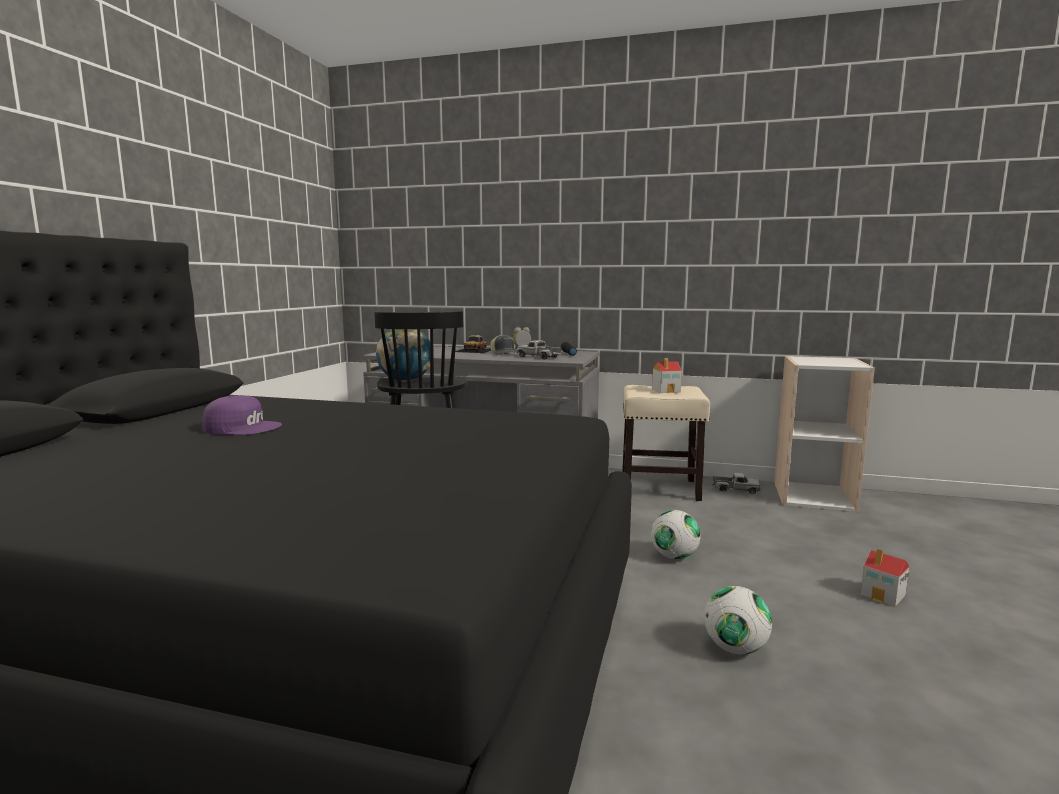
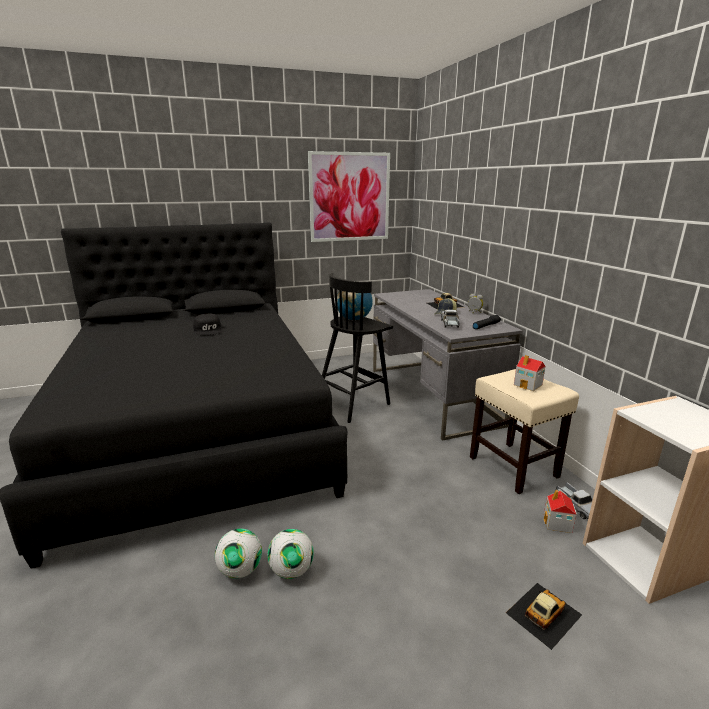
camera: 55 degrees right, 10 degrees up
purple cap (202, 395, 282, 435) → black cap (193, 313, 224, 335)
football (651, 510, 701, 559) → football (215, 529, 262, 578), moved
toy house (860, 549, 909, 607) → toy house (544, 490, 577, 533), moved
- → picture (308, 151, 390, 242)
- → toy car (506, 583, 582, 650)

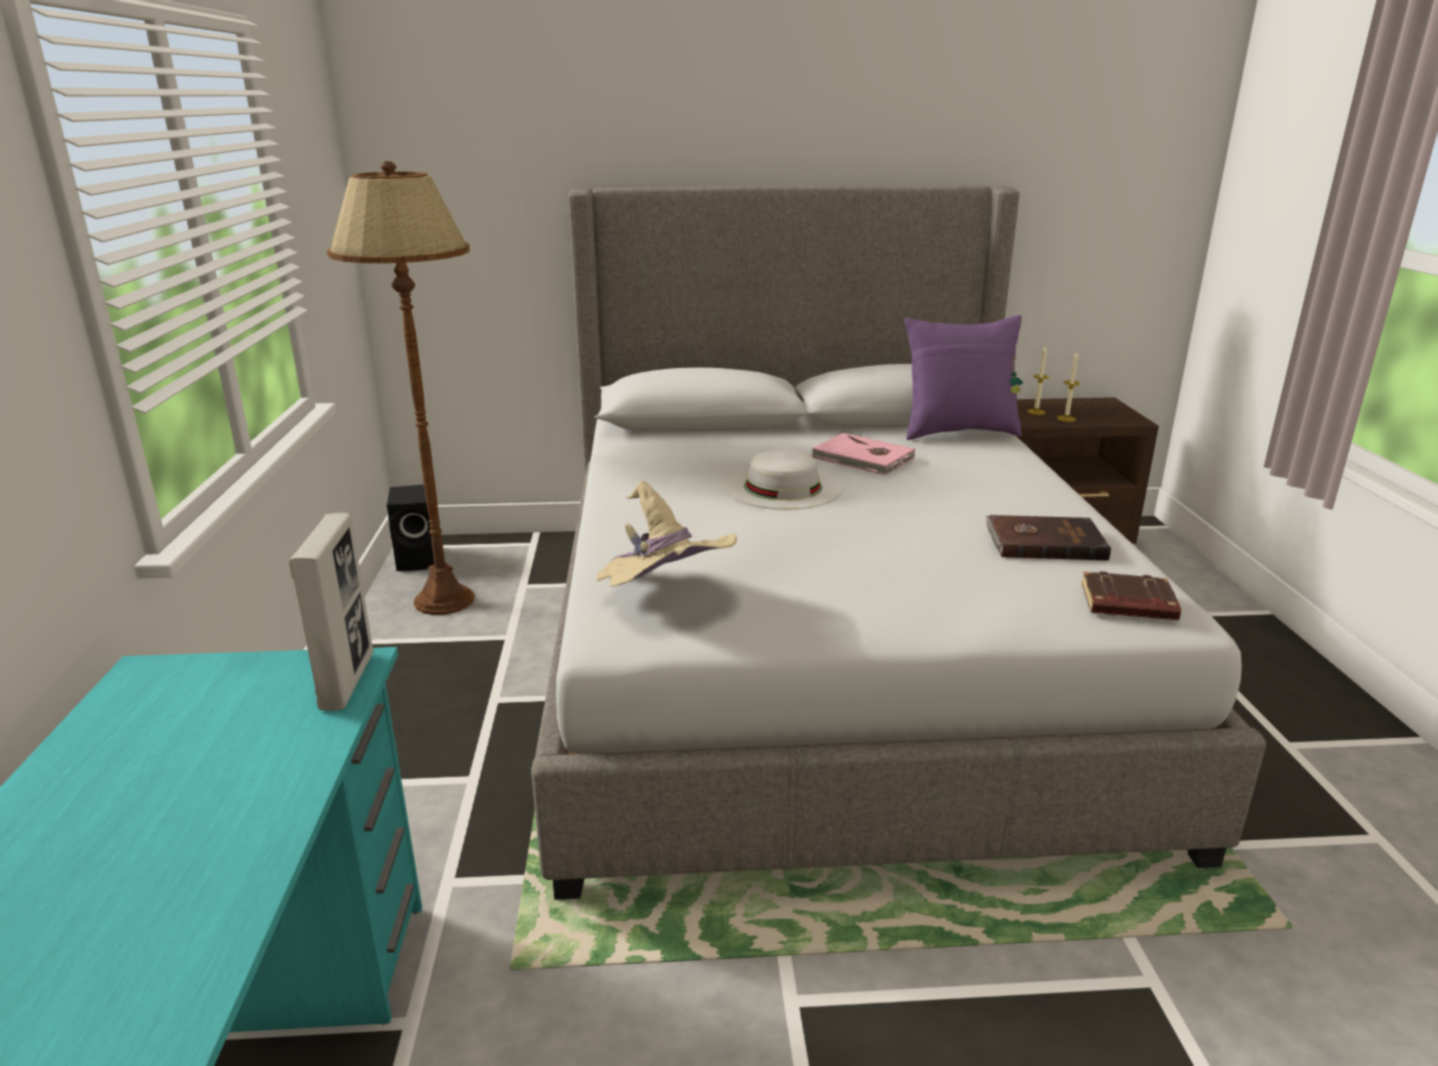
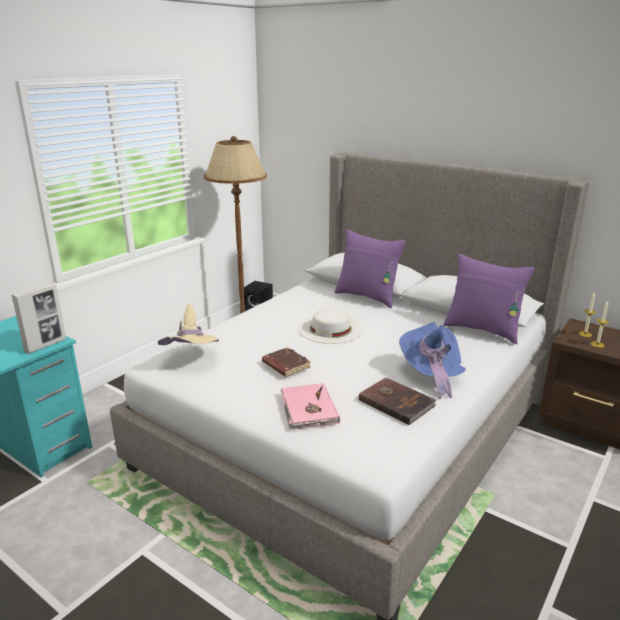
camera: 40 degrees right, 0 degrees up
pink book (811, 433, 915, 476) → pink book (281, 383, 340, 430), moved
brown book (1081, 571, 1181, 620) → brown book (262, 347, 311, 377), moved
- → purple pillow (335, 229, 405, 308)
- → blue hat (399, 322, 466, 399)

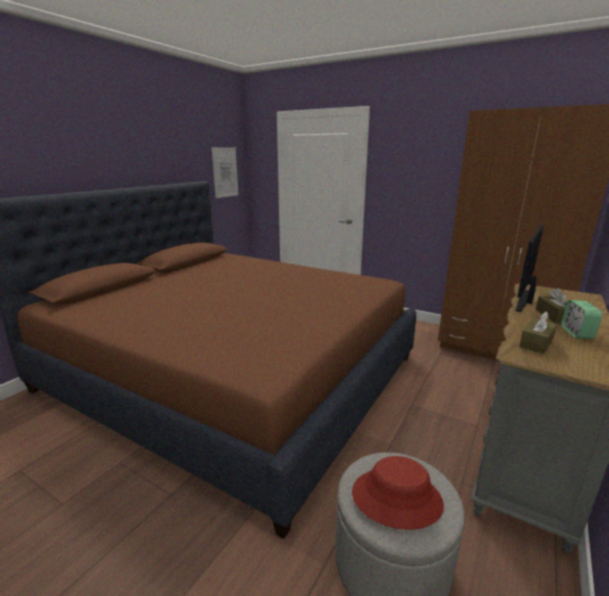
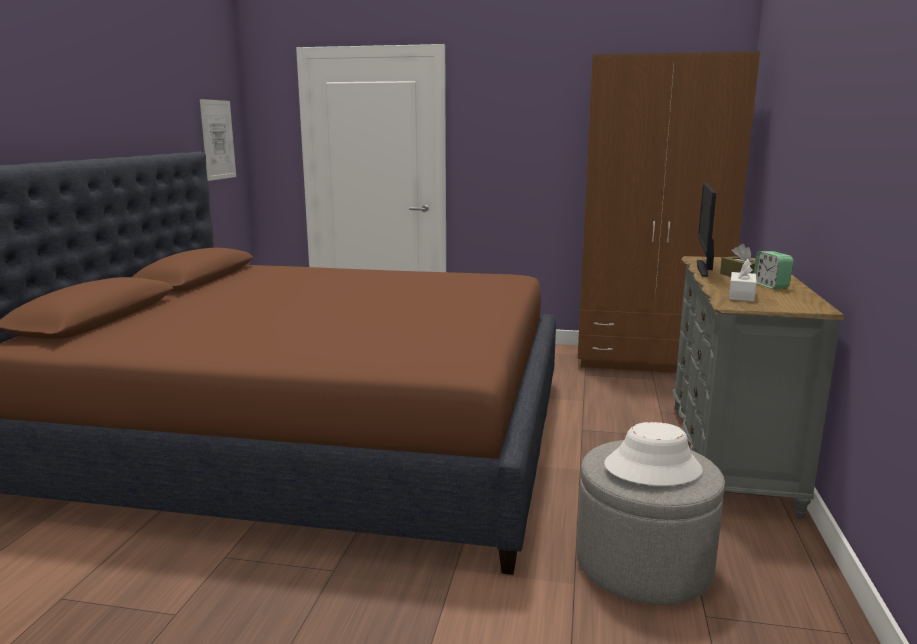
camera: 20 degrees left, 5 degrees down
brown tissue box (519, 312, 557, 354) → white tissue box (729, 259, 757, 302)
red hat (352, 456, 444, 530) → white hat (604, 422, 703, 486)

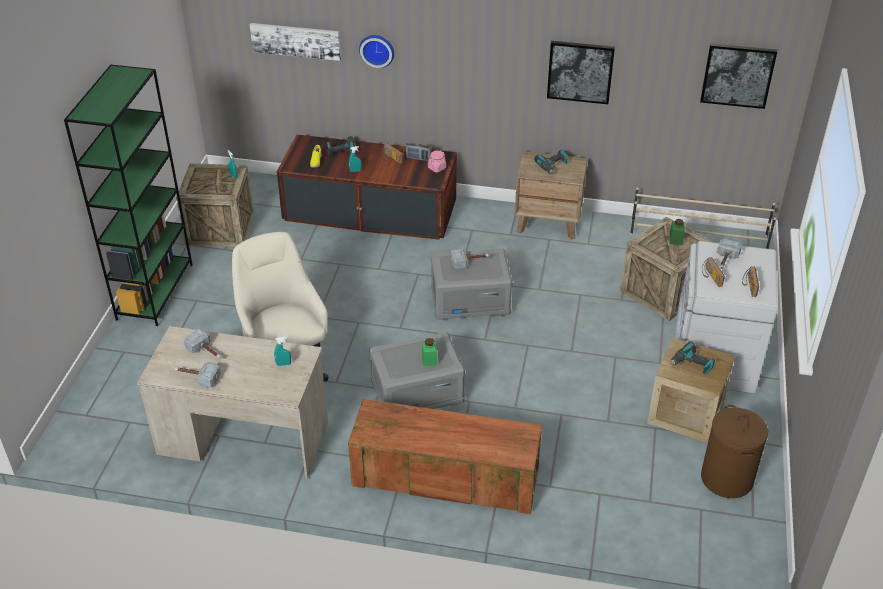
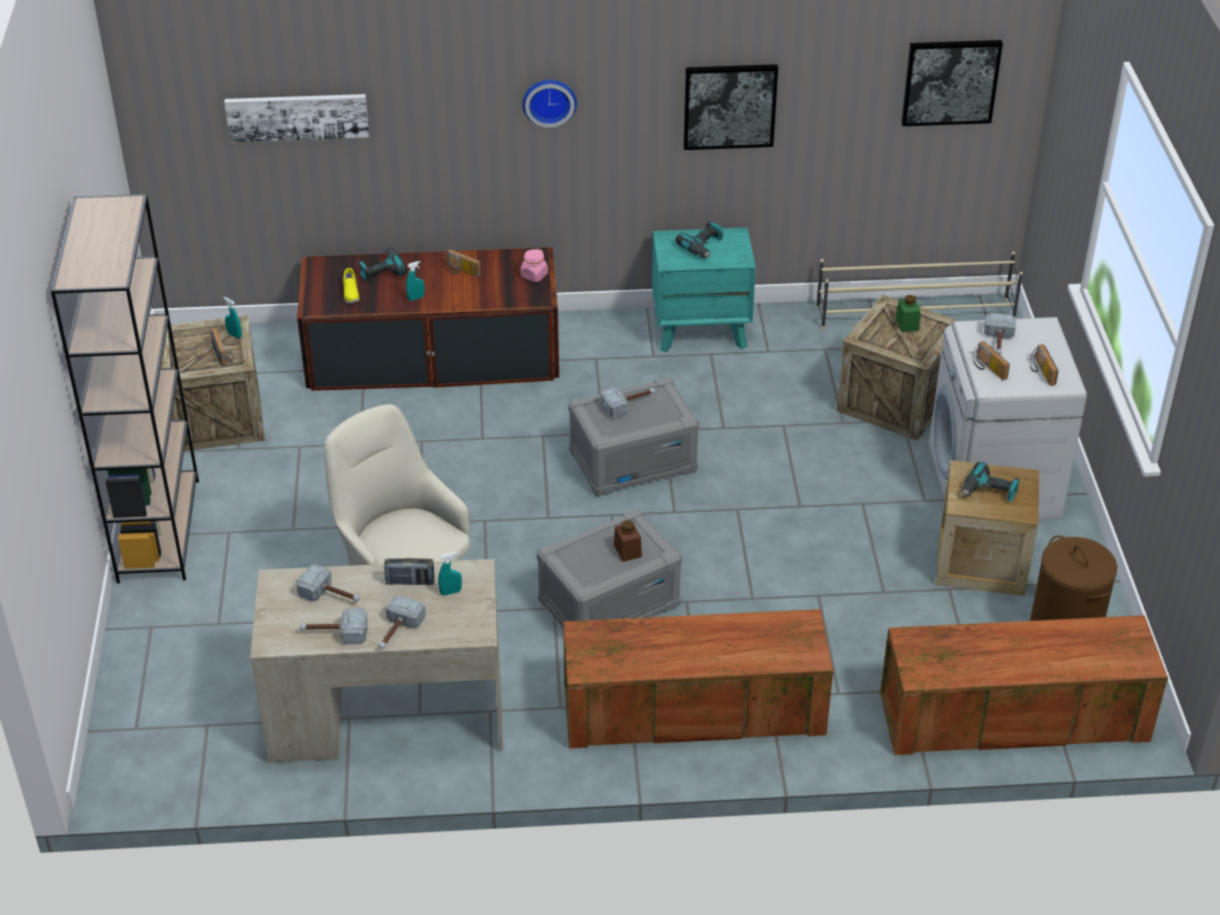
camera: 15 degrees left, 0 degrees up
wall clock (359, 35, 394, 68) → wall clock (522, 80, 577, 128), moved
green bookcase (64, 65, 193, 326) → beige bookcase (51, 194, 199, 583)
radio (406, 143, 432, 161) → radio (384, 558, 434, 585), moved
brown nightstand (515, 151, 588, 240) → turquoise nightstand (652, 227, 756, 353)
green jar (422, 338, 437, 366) → brown jar (614, 520, 642, 562)
- → hammer (378, 595, 426, 649)
- → brown bench (880, 615, 1168, 755)

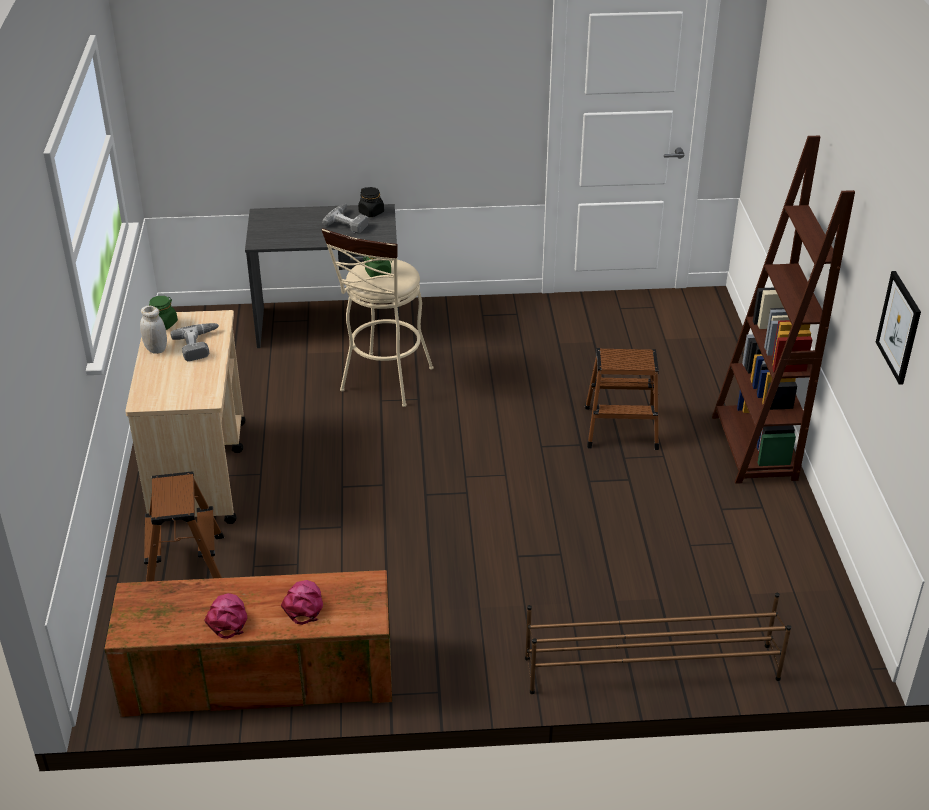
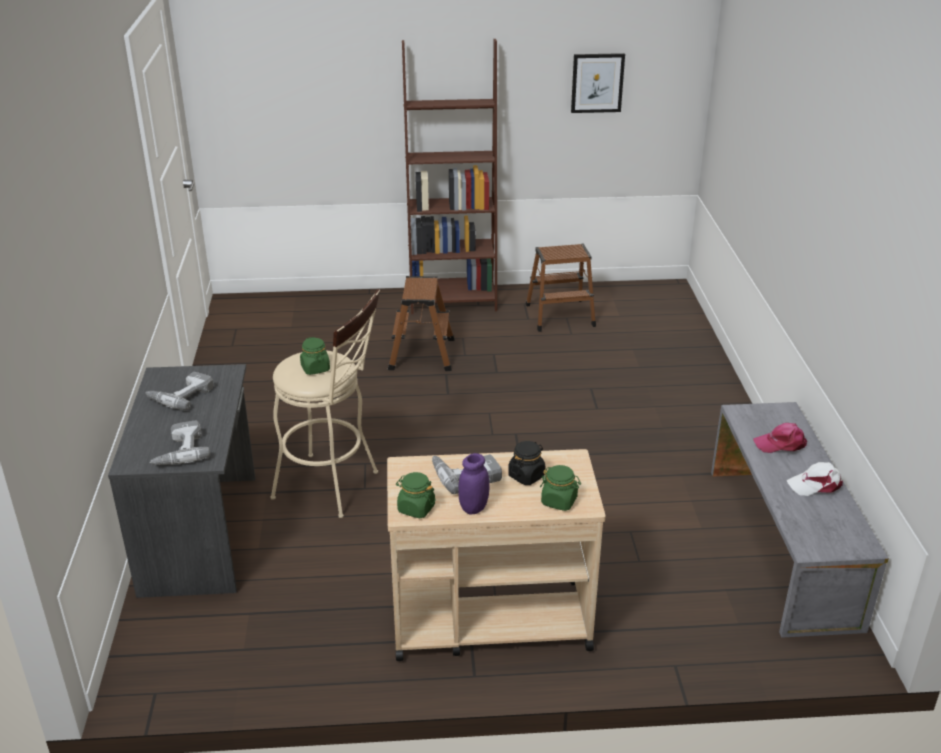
camera: 90 degrees left, 5 degrees down
black jar (358, 187, 384, 217) → black jar (508, 441, 545, 485), moved
white jar (140, 306, 167, 354) → purple jar (458, 453, 490, 515)
brown step ladder (144, 471, 224, 582) → brown step ladder (525, 244, 596, 332), moved
brown bench (104, 570, 392, 717) → grey bench (711, 402, 889, 638)
pink cap (204, 593, 247, 639) → white cap (787, 462, 843, 496)
brown shoe rack (525, 593, 791, 694) → -
- → power drill (150, 420, 210, 465)
- → green jar (540, 465, 581, 511)

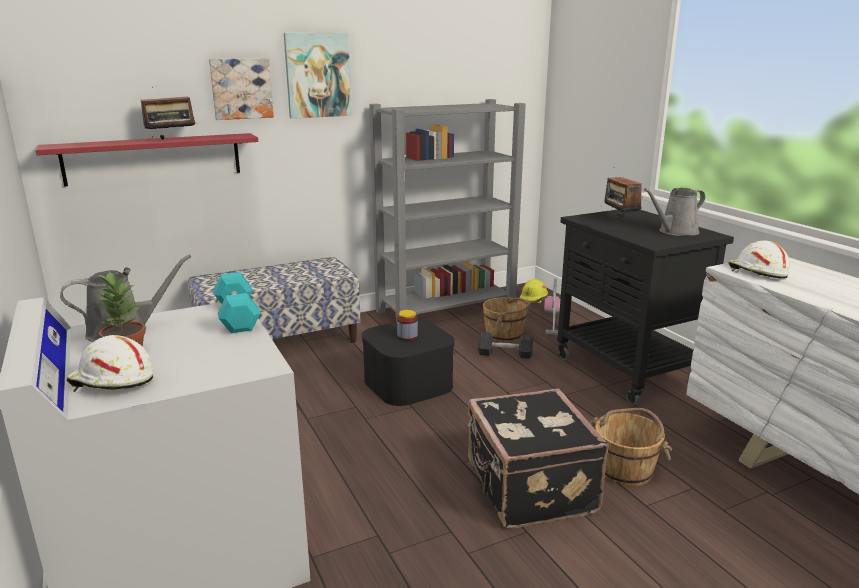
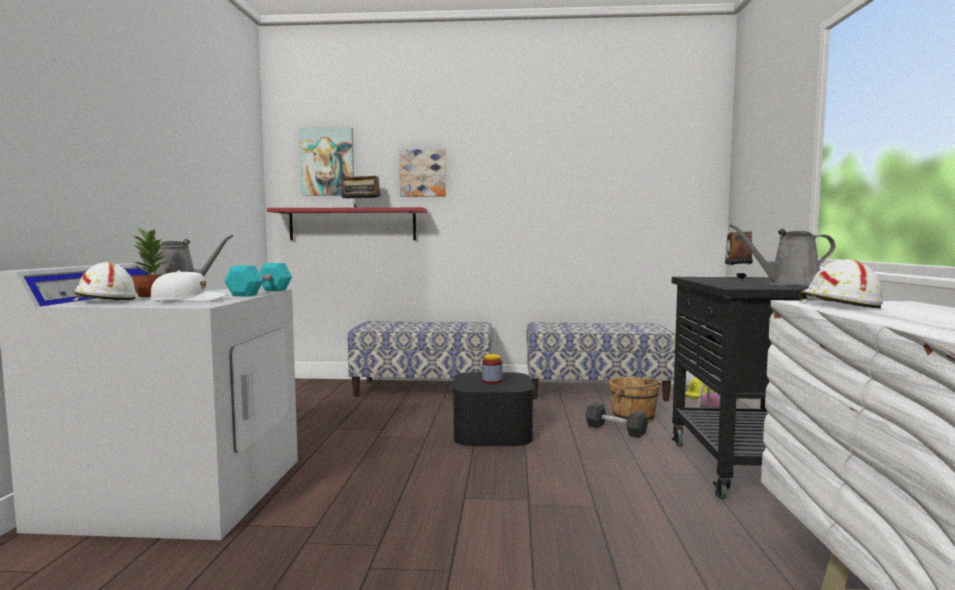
camera: 30 degrees right, 15 degrees down
picture (284, 33, 352, 119) → picture (299, 127, 354, 196), moved
grey bookcase (370, 99, 526, 322) → bench (526, 323, 676, 401)
black suitcase (468, 389, 608, 529) → -
brown bucket (589, 408, 672, 487) → -
- → white cap (151, 271, 227, 302)

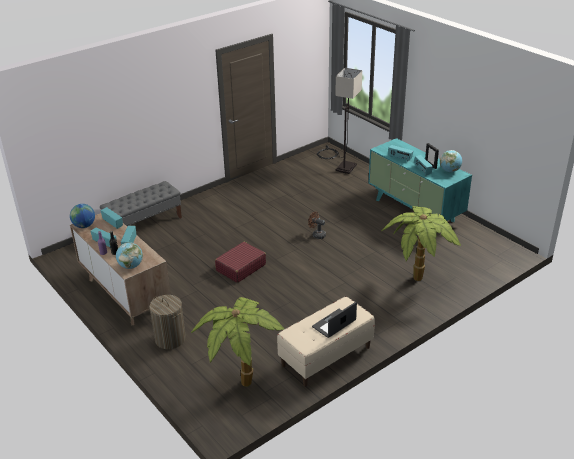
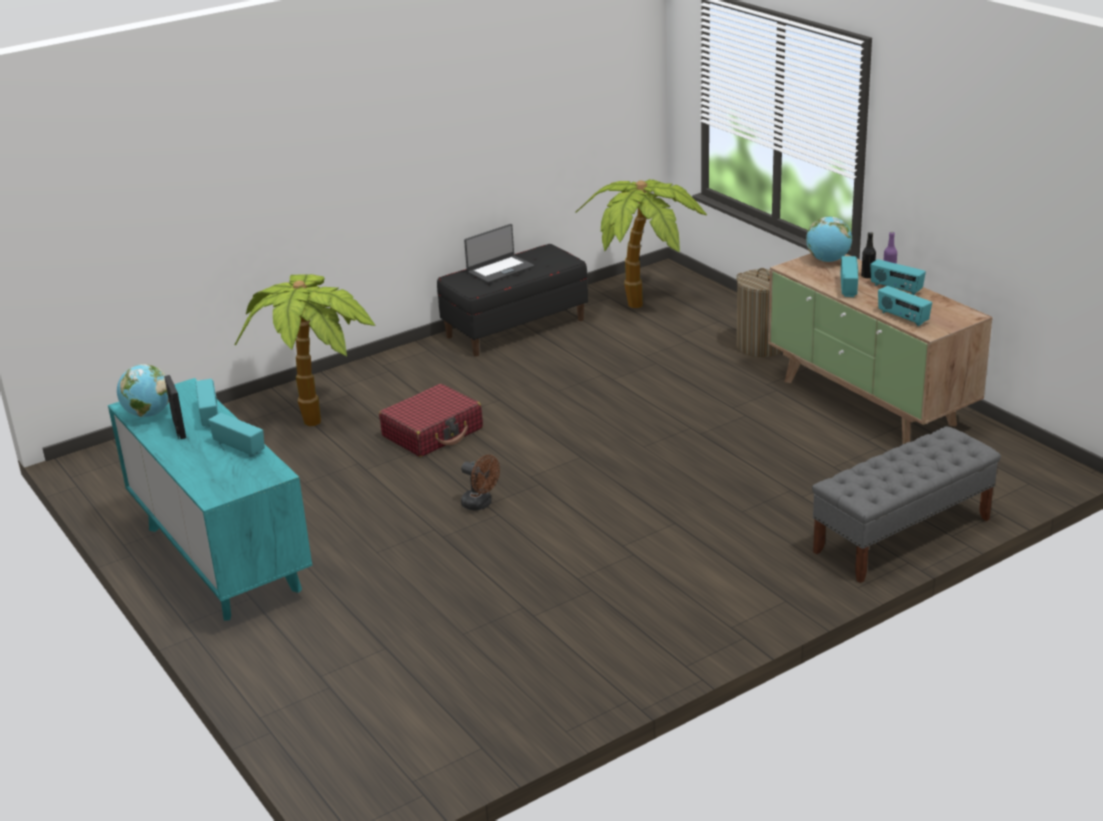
camera: 175 degrees left, 5 degrees down
floor lamp (317, 68, 362, 174) → -
globe (70, 204, 95, 228) → -
red suitcase (215, 242, 266, 283) → red suitcase (379, 384, 483, 457), moved
beige bench (277, 297, 375, 387) → black bench (437, 244, 588, 357)

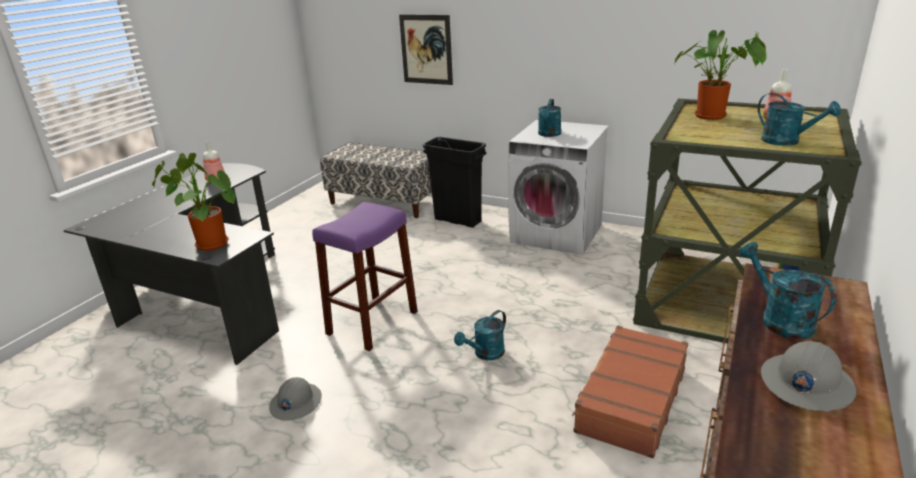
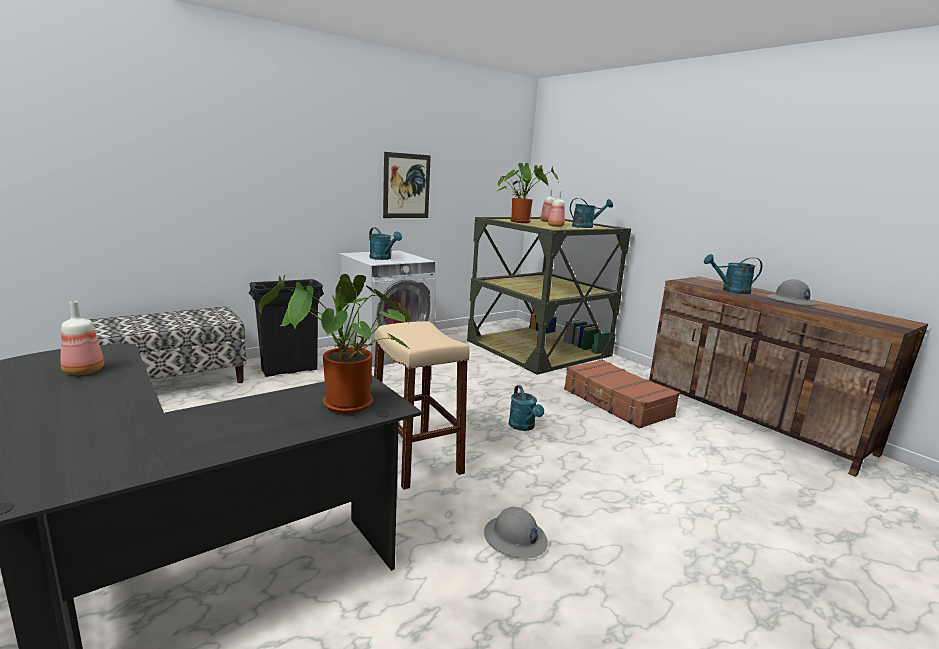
camera: 65 degrees left, 10 degrees down
picture (399, 14, 453, 85) → picture (383, 152, 431, 218), moved
purple stool (312, 202, 418, 351) → beige stool (374, 321, 470, 490)
- → bottle (548, 191, 565, 227)

